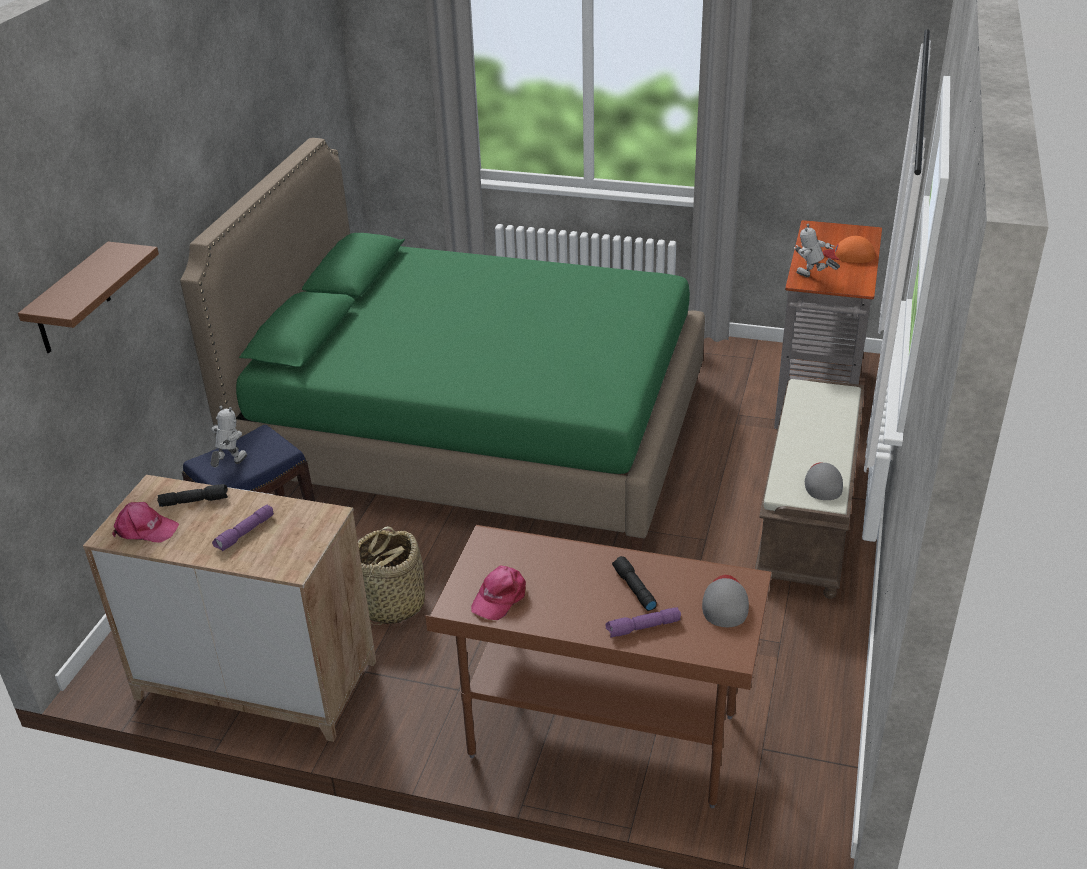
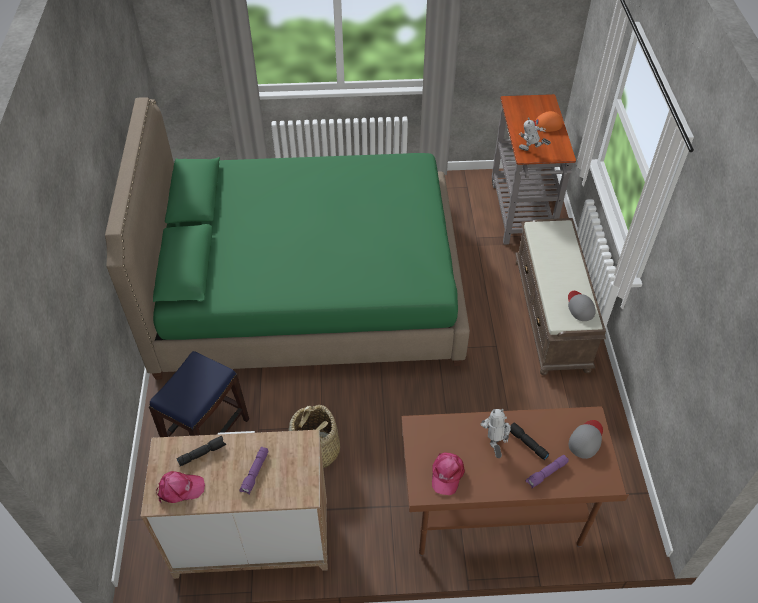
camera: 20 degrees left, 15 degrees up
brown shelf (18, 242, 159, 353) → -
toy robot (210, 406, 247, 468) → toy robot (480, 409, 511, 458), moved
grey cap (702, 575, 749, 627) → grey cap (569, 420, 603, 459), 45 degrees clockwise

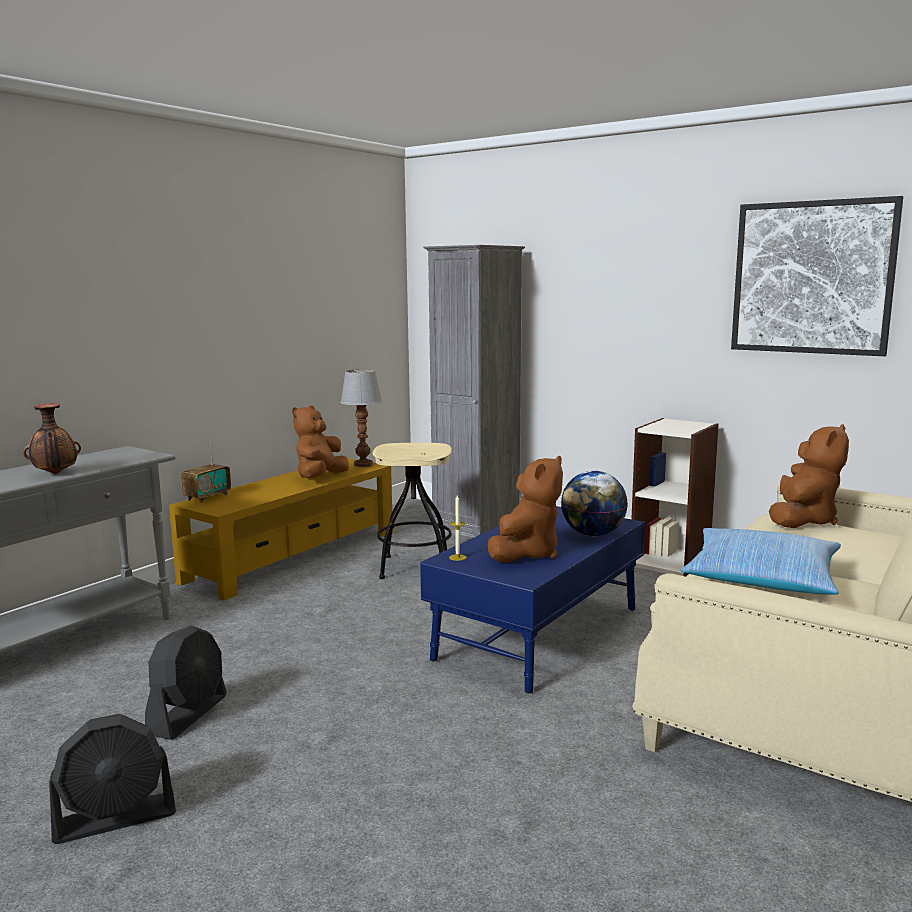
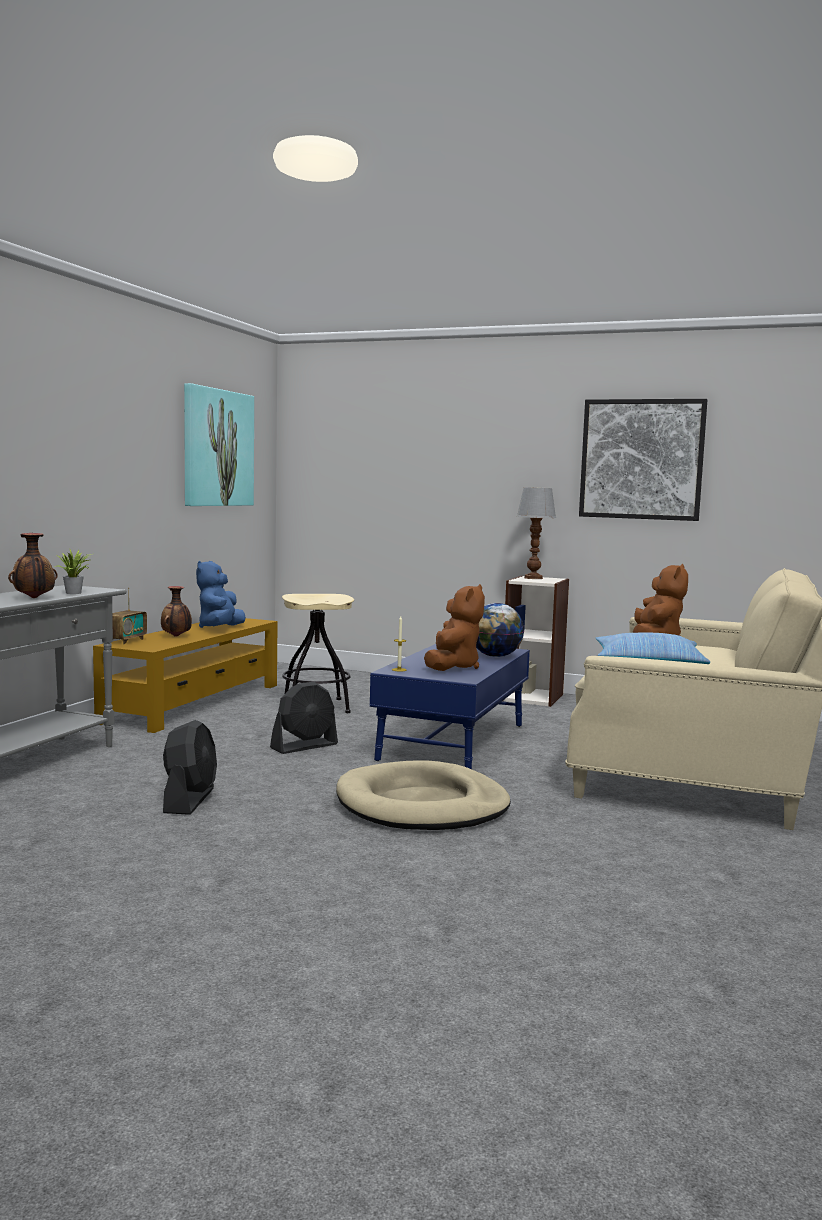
camera: 15 degrees left, 5 degrees down
grey cabinet (423, 245, 525, 538) → -
table lamp (340, 369, 382, 467) → table lamp (517, 487, 556, 579), moved
brown plush toy (292, 405, 349, 478) → blue plush toy (196, 561, 246, 628)
black fan (49, 714, 176, 844) → black fan (270, 682, 338, 754), moved
- → picture (184, 383, 254, 506)
- → potted plant (57, 548, 92, 594)
- → vase (161, 586, 192, 637)
- → beige dog bed (336, 760, 511, 830)

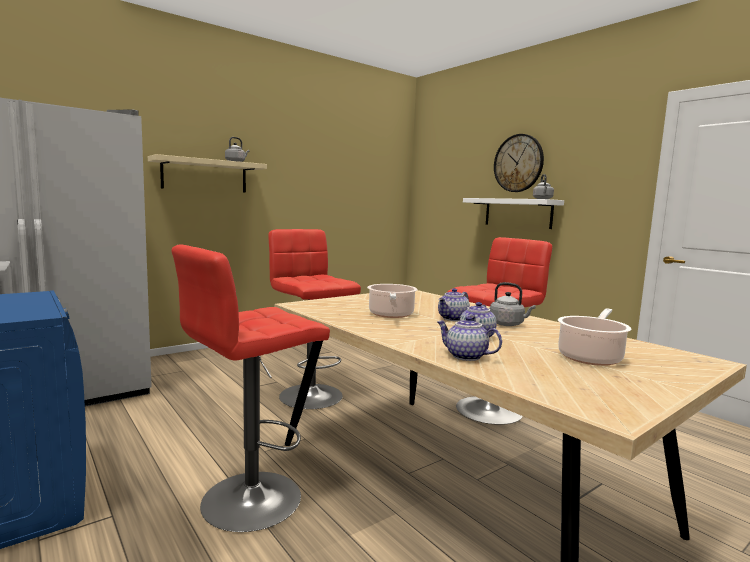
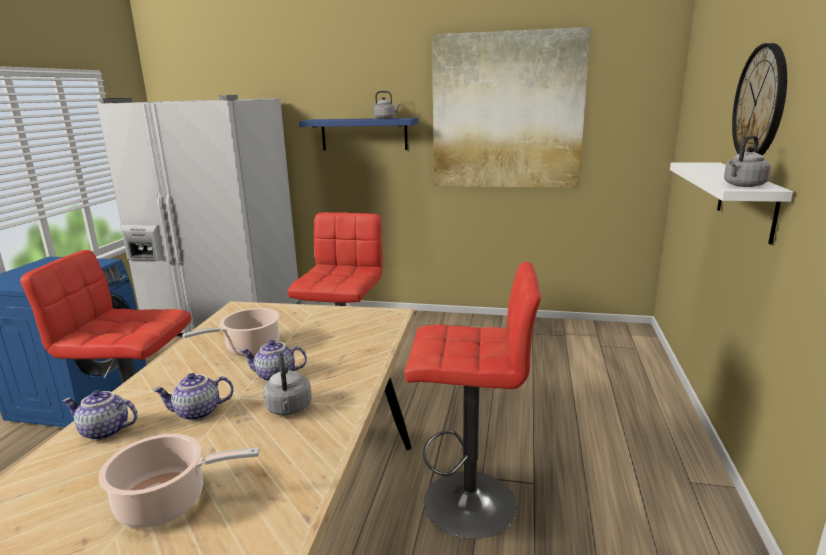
camera: 50 degrees right, 10 degrees up
beige shelf (148, 154, 267, 192) → blue shelf (298, 118, 418, 150)
teapot (437, 316, 502, 361) → teapot (62, 390, 138, 440), 75 degrees counterclockwise
- → picture (432, 27, 591, 188)

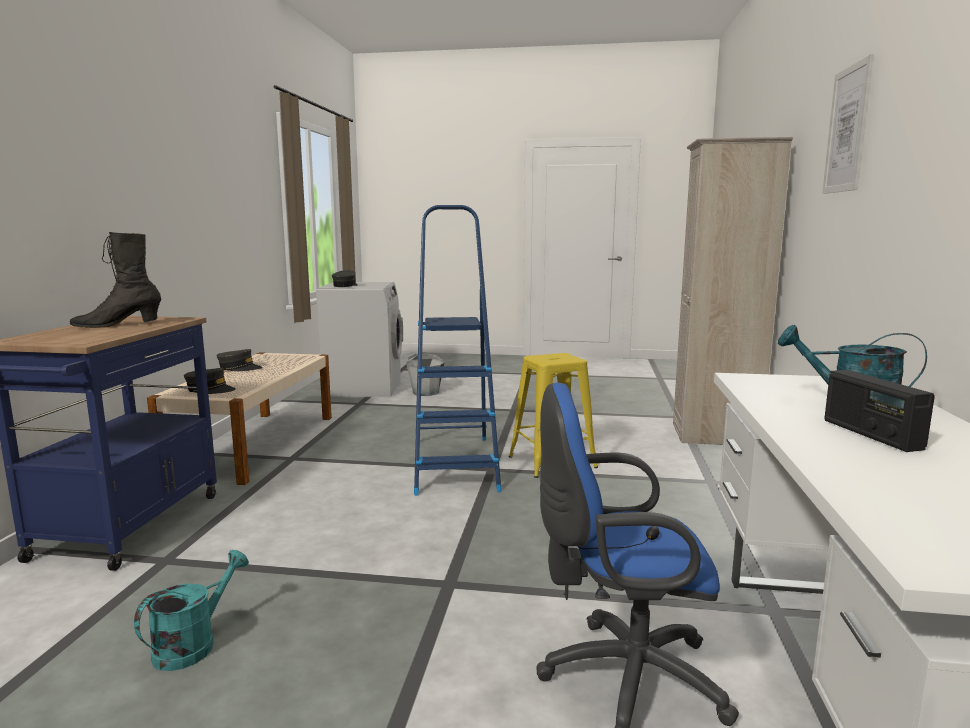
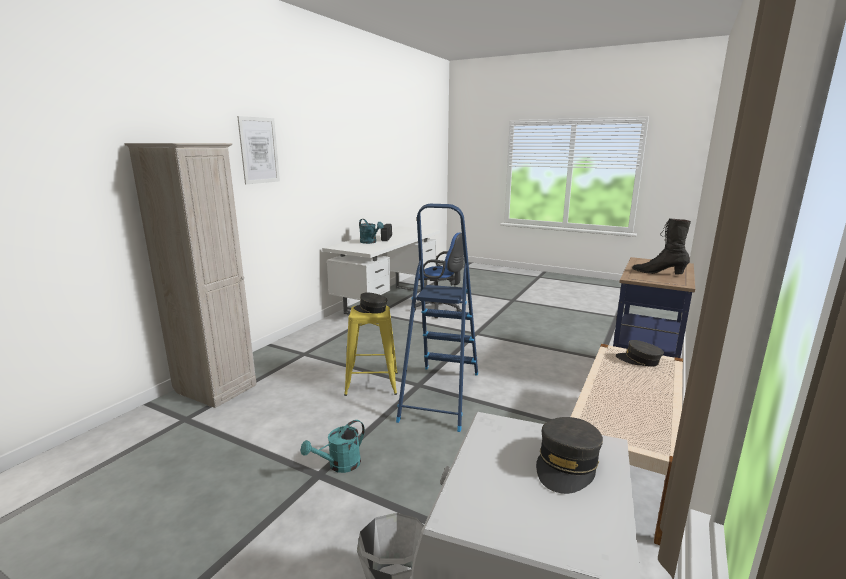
camera: 160 degrees left, 5 degrees up
black boot (70, 232, 161, 328) → black boot (632, 219, 691, 274), 150 degrees counterclockwise
grey cap (216, 349, 262, 371) → grey cap (354, 293, 387, 314), moved
turquoise watering can (134, 550, 249, 671) → turquoise watering can (301, 420, 365, 473), moved

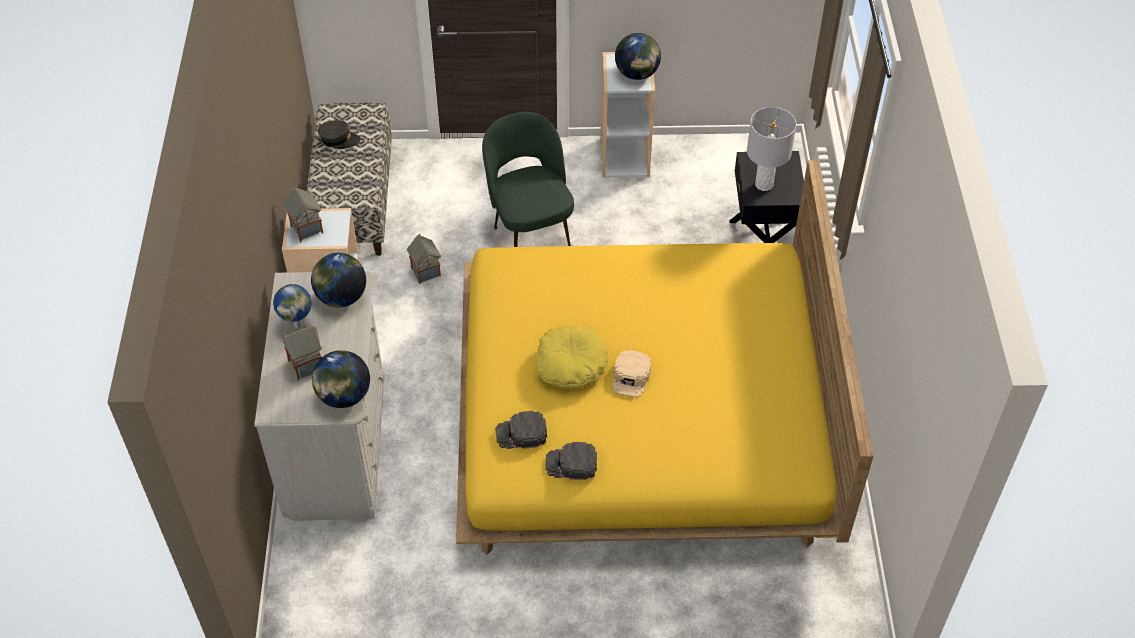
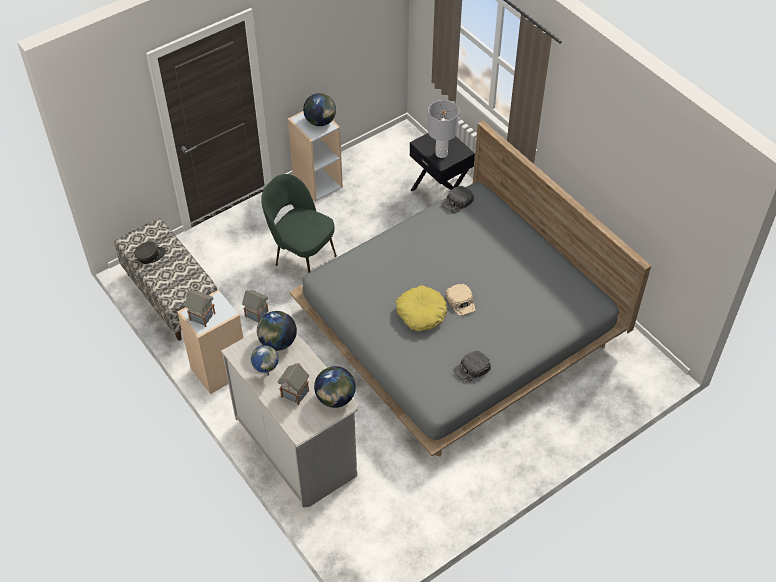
camera: 35 degrees left, 0 degrees up
yellow bed (456, 160, 873, 555) → grey bed (289, 120, 651, 456)
black cap (495, 411, 547, 449) → black cap (442, 186, 474, 214), moved

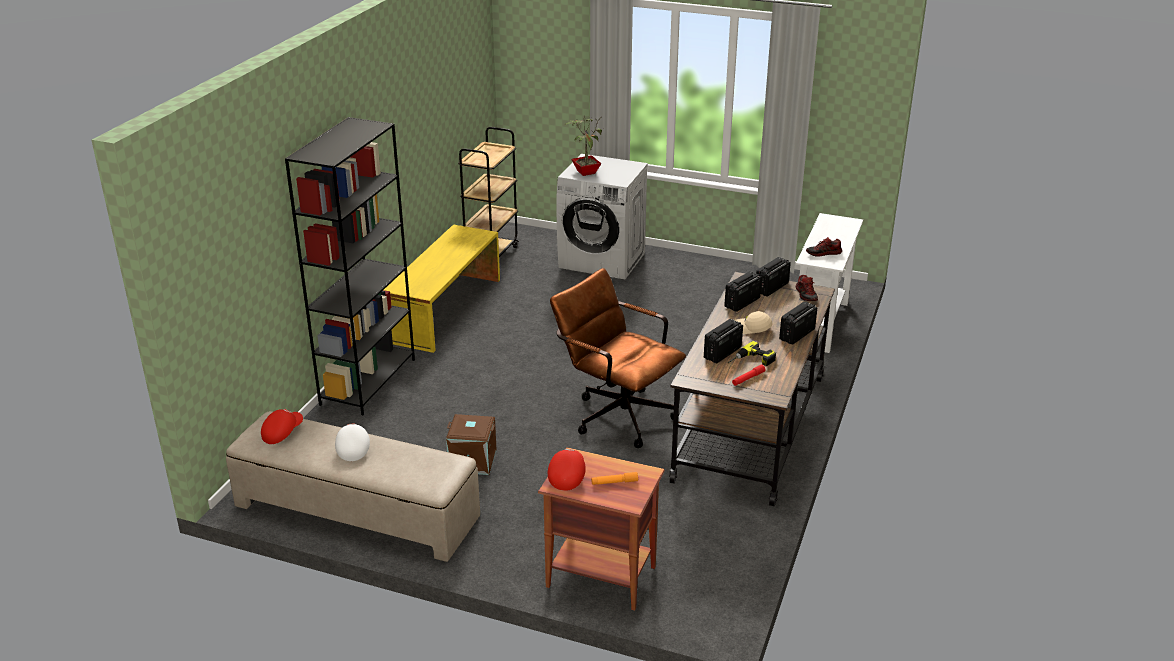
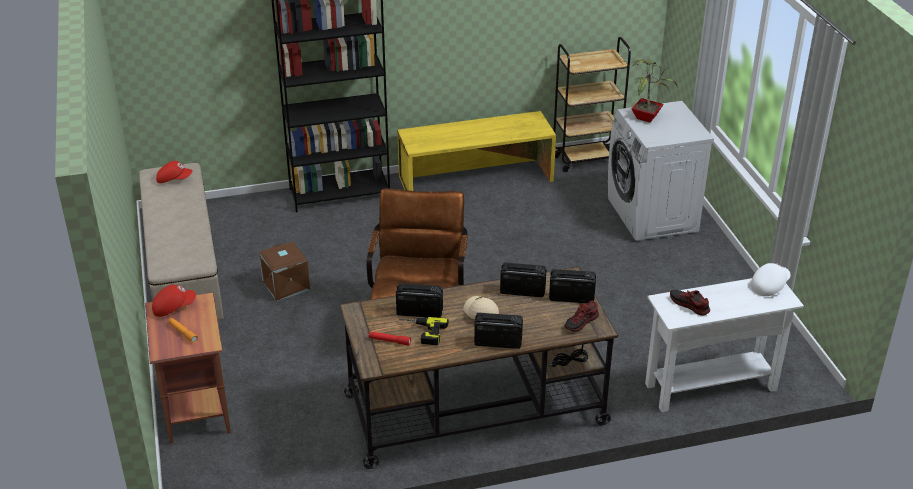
camera: 55 degrees right, 5 degrees up
white cap (335, 424, 370, 461) → white cap (751, 263, 791, 296), moved

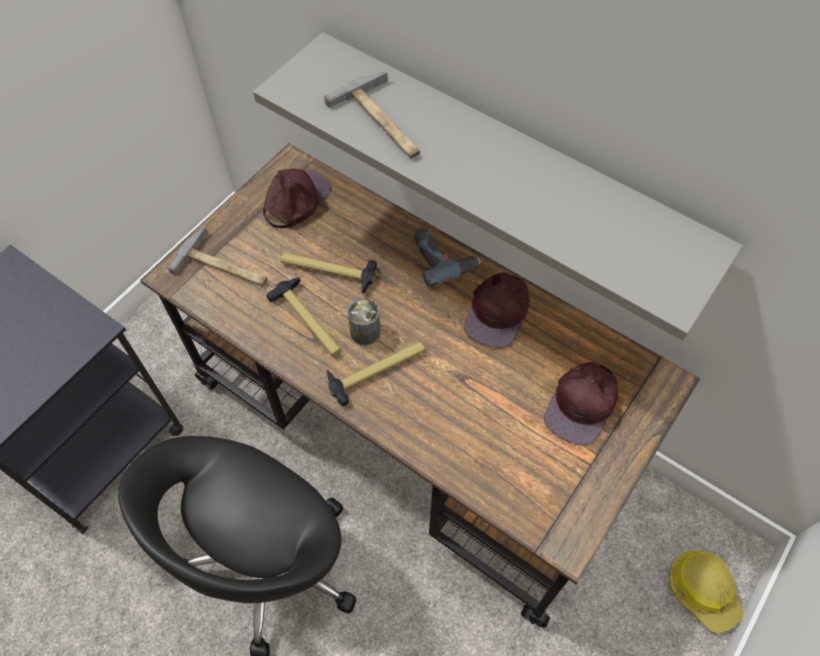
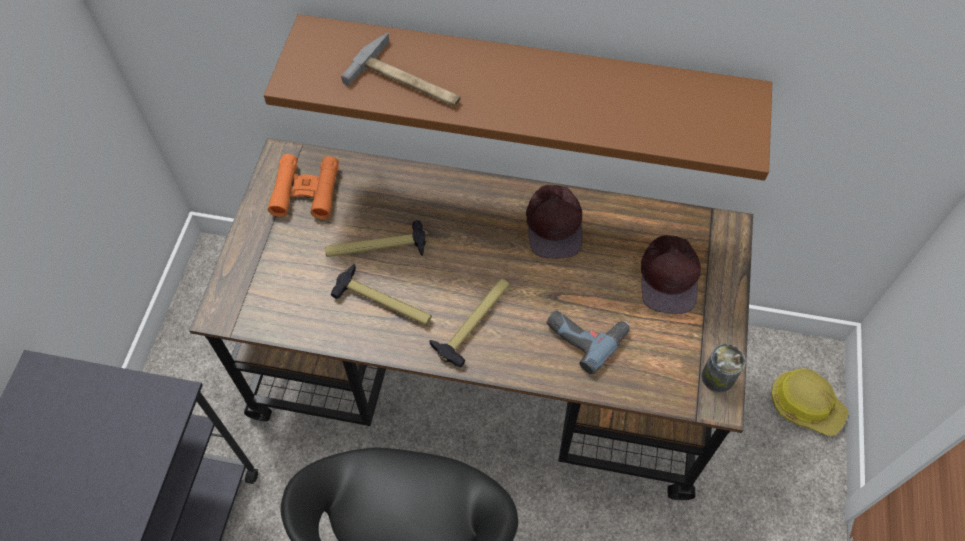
camera: 25 degrees left, 0 degrees up
grey shelf (253, 32, 743, 341) → brown shelf (264, 14, 772, 181)
brown cap (263, 169, 331, 228) → orange binoculars (268, 154, 339, 219)
hammer (168, 226, 267, 286) → -
power drill (414, 228, 481, 287) → power drill (547, 311, 630, 374), moved
can (348, 298, 381, 346) → can (702, 344, 746, 393), moved

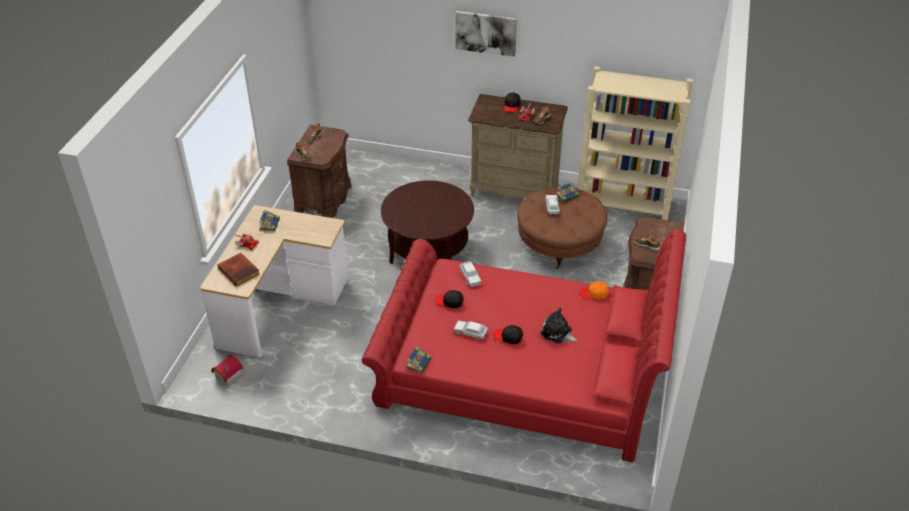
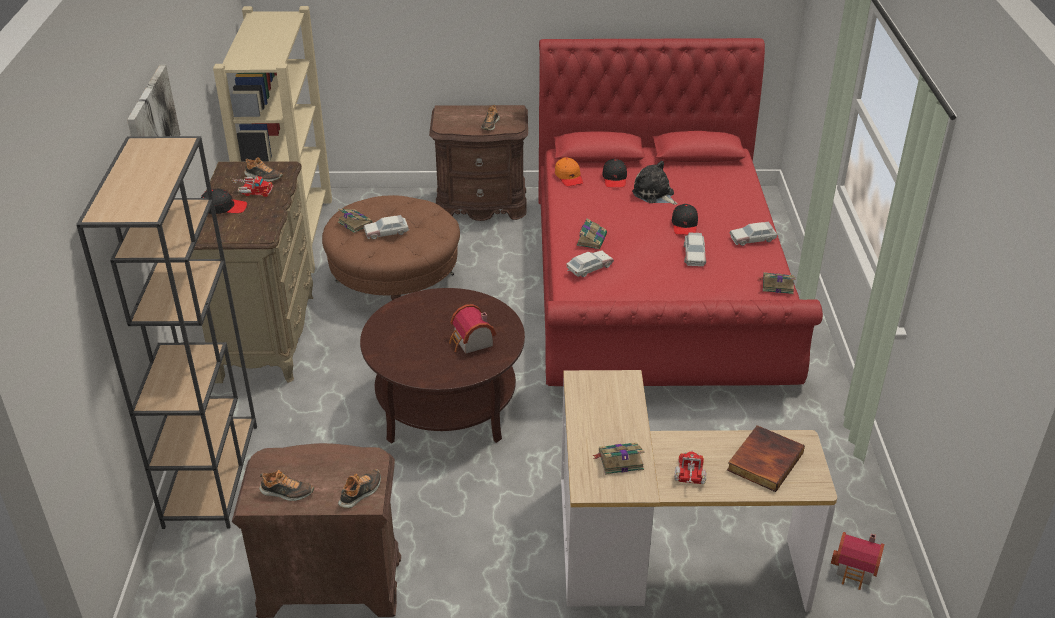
camera: 105 degrees left, 5 degrees down
black cap (435, 290, 464, 308) → black cap (603, 159, 627, 187), moved
plush toy (540, 308, 578, 344) → plush toy (632, 161, 678, 205), 120 degrees clockwise
- → bookcase (76, 136, 257, 529)
- → book (577, 218, 607, 249)
- → toy car (729, 222, 777, 246)
- → toy house (449, 304, 496, 354)

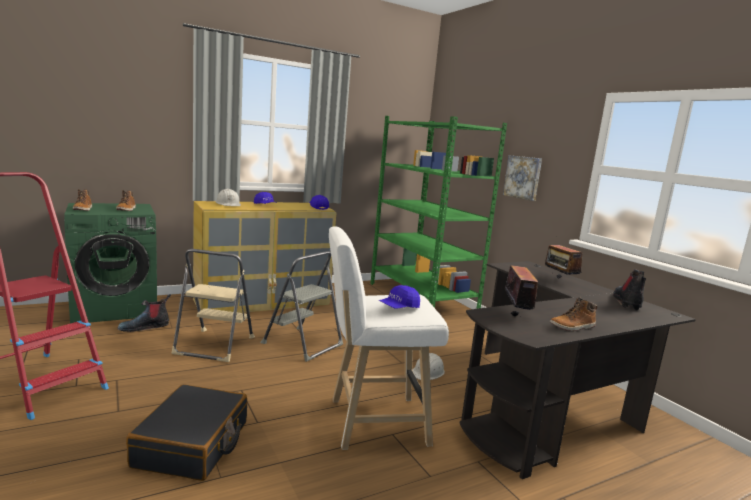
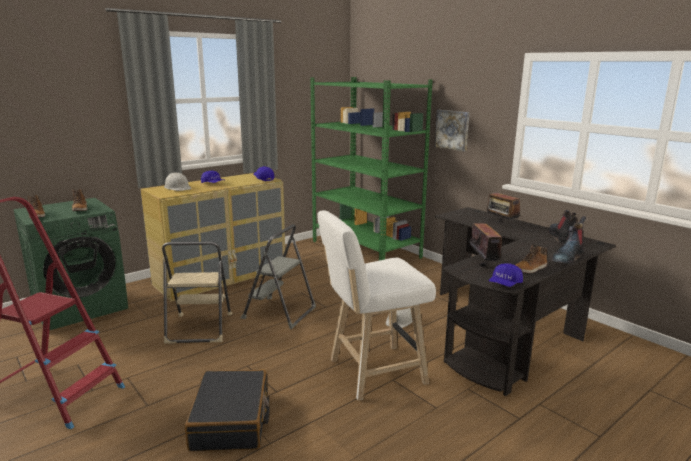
camera: 10 degrees left, 5 degrees up
blue cap (379, 285, 420, 309) → blue cap (489, 263, 523, 287), moved
boot (117, 294, 171, 332) → boot (551, 216, 586, 264), moved

